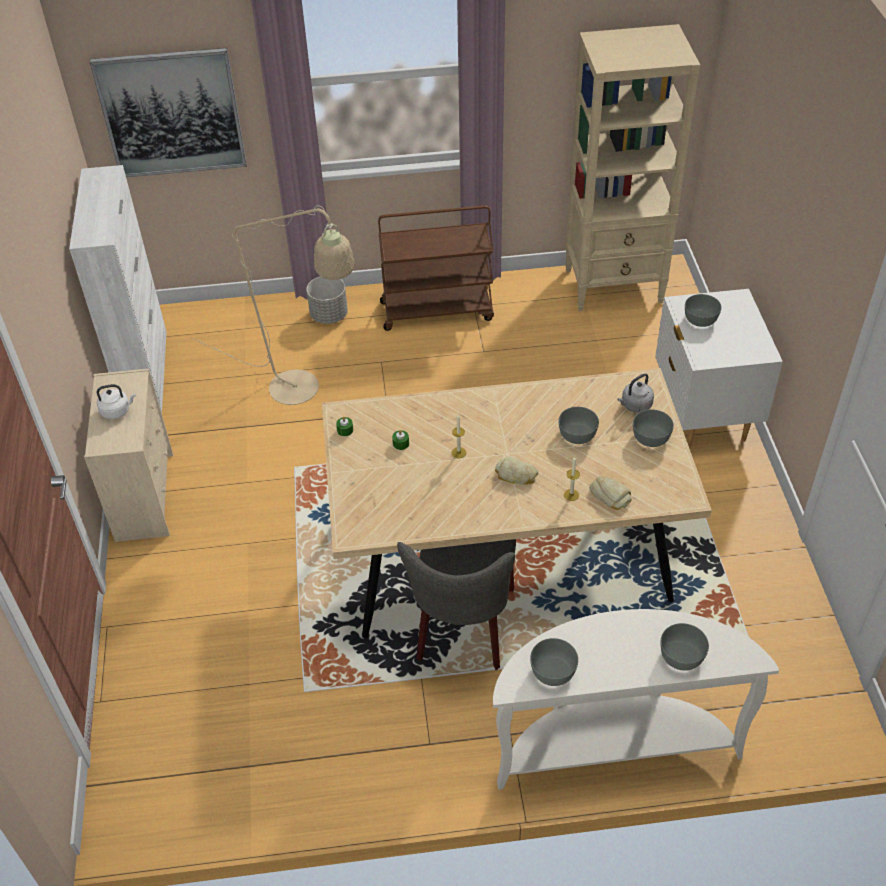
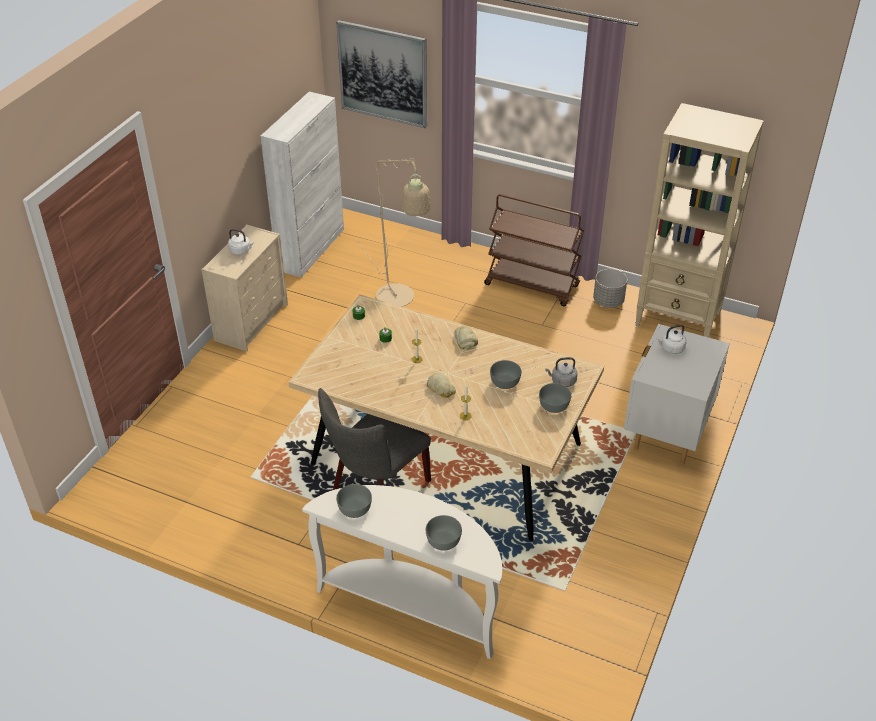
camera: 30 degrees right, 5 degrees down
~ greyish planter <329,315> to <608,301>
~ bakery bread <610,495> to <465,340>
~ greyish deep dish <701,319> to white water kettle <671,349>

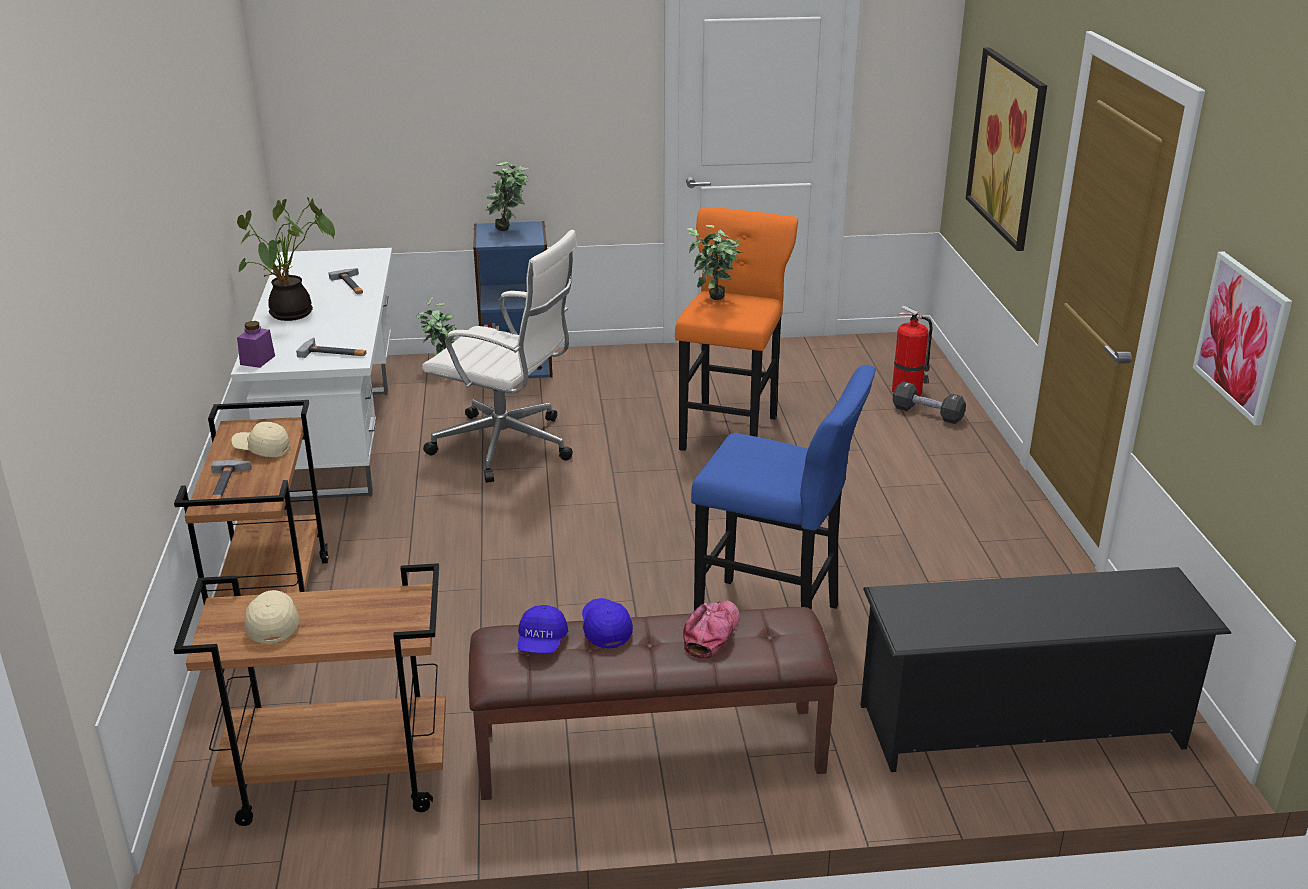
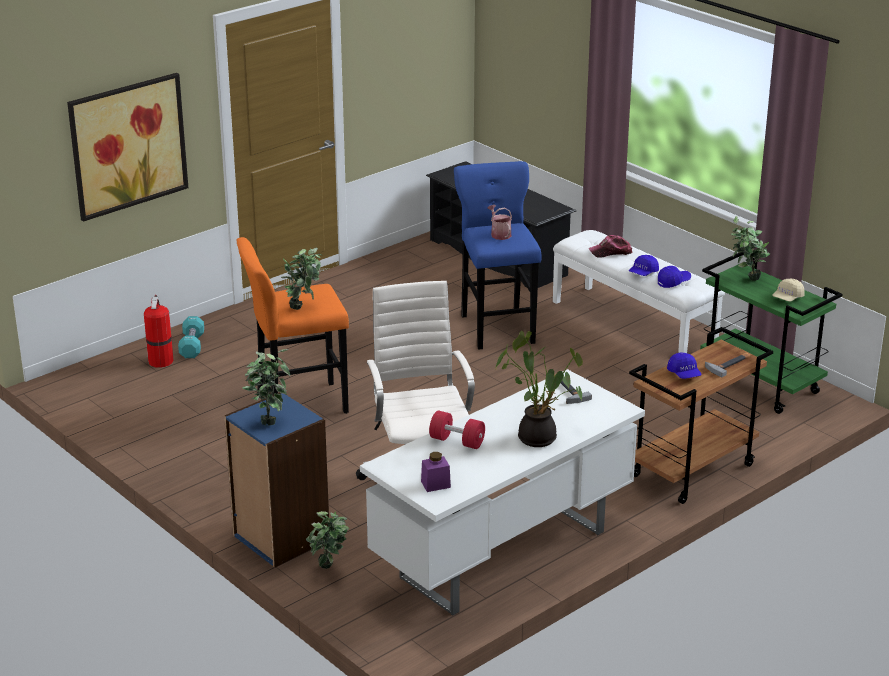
camera: 125 degrees left, 0 degrees up
- picture <1242,336>
+ watering can <499,234>
+ plant in a pot <746,279>
~ purple-coloured storage jar <257,360> to <435,484>
~ tool hammer <352,285> to reddish free weight <457,441>
~ brown-coloured cart <337,780> to greenish cart <761,385>
~ sand-coloured peaked cap <262,449> to blue peaked cap <684,374>
~ brown-coloured indoor bench <650,752> to white indoor bench <634,324>
~ black-coloured free weight <927,414> to turquoise-coloured free weight <192,346>

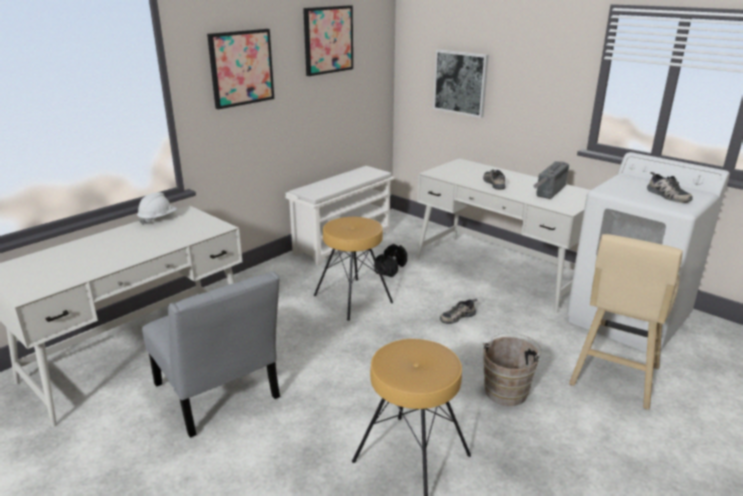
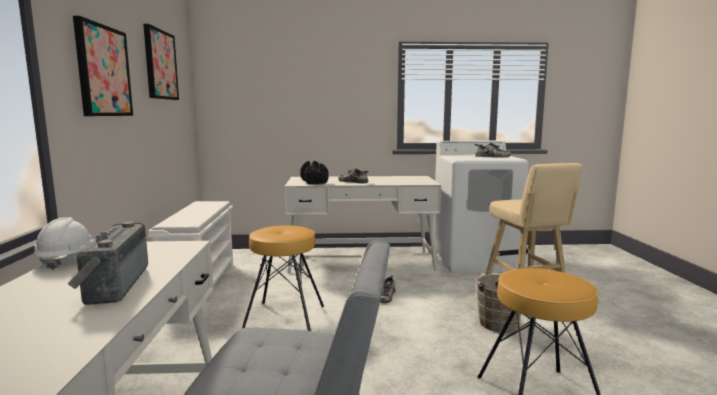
camera: 45 degrees left, 15 degrees down
- picture <460,82>
~ black-coloured free weight <390,268> to <314,181>
~ radio set <548,190> to <112,285>

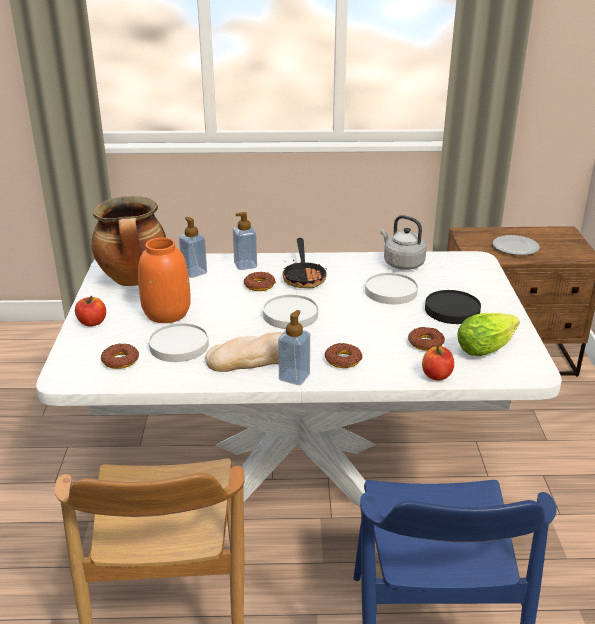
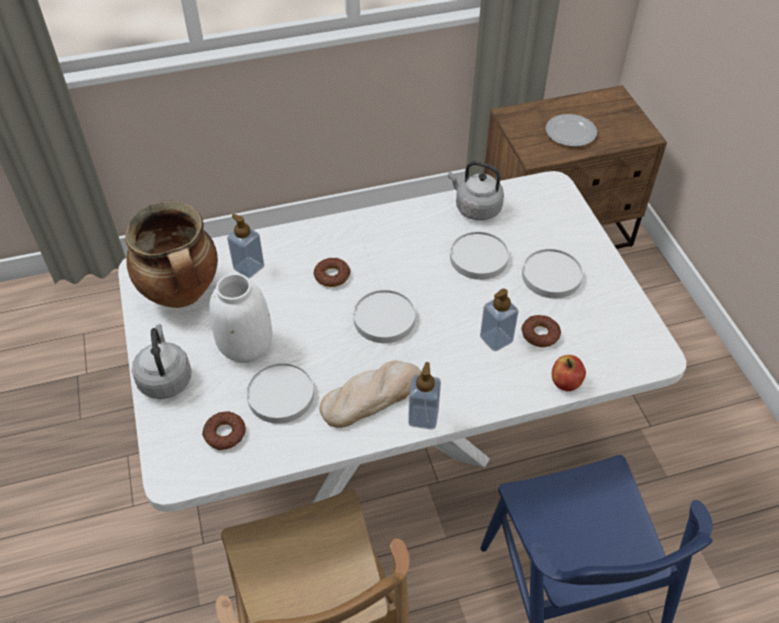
camera: 15 degrees left, 20 degrees up
- frying pan <304,277>
- ring doughnut <343,360>
- lettuce head <488,346>
~ soap bottle <245,265> to <496,339>
~ apple <92,322> to greyish water kettle <165,378>
~ orangey vase <167,314> to white vase <246,345>
~ black-coloured dinner plate <452,310> to white dinner plate <551,275>

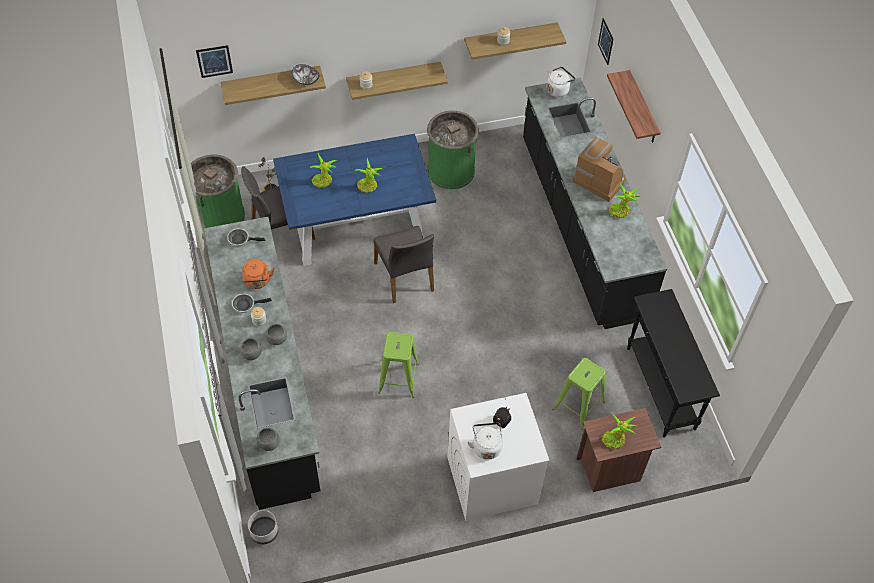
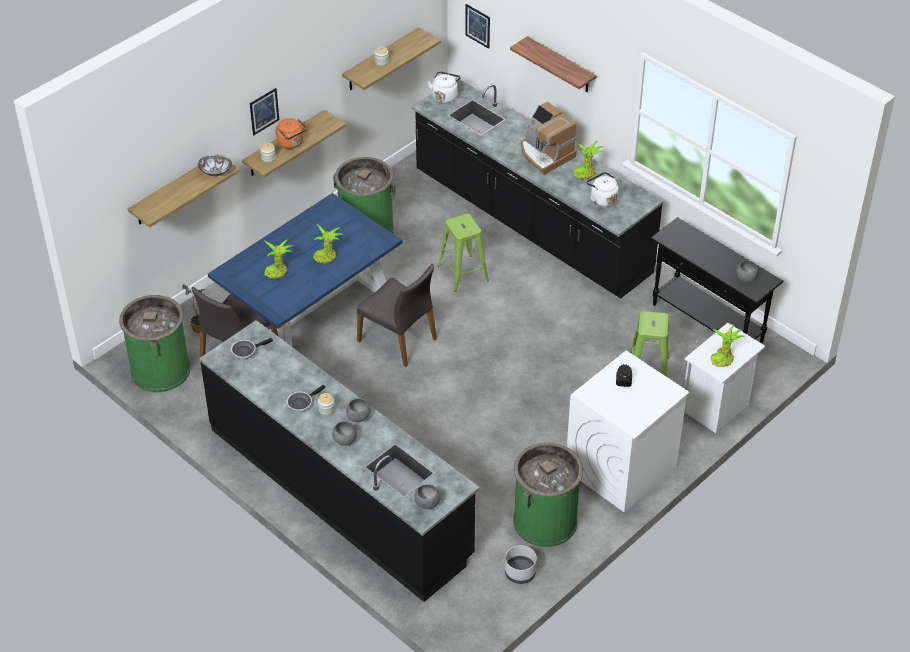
camera: 30 degrees left, 10 degrees down
+ greenish rubbish bin <545,521>
+ greyish deep dish <746,278>
~ picture <214,61> to <264,111>
~ orangey water kettle <257,282> to <291,143>
~ greyish planter <264,532> to <520,573>
~ greenish sitting stool <398,378> to <463,273>
~ white water kettle <486,446> to <602,199>
~ brown-coloured bedside table <609,470> to white bedside table <716,408>
~ coffee maker <599,179> = <545,154> 135 degrees counterclockwise

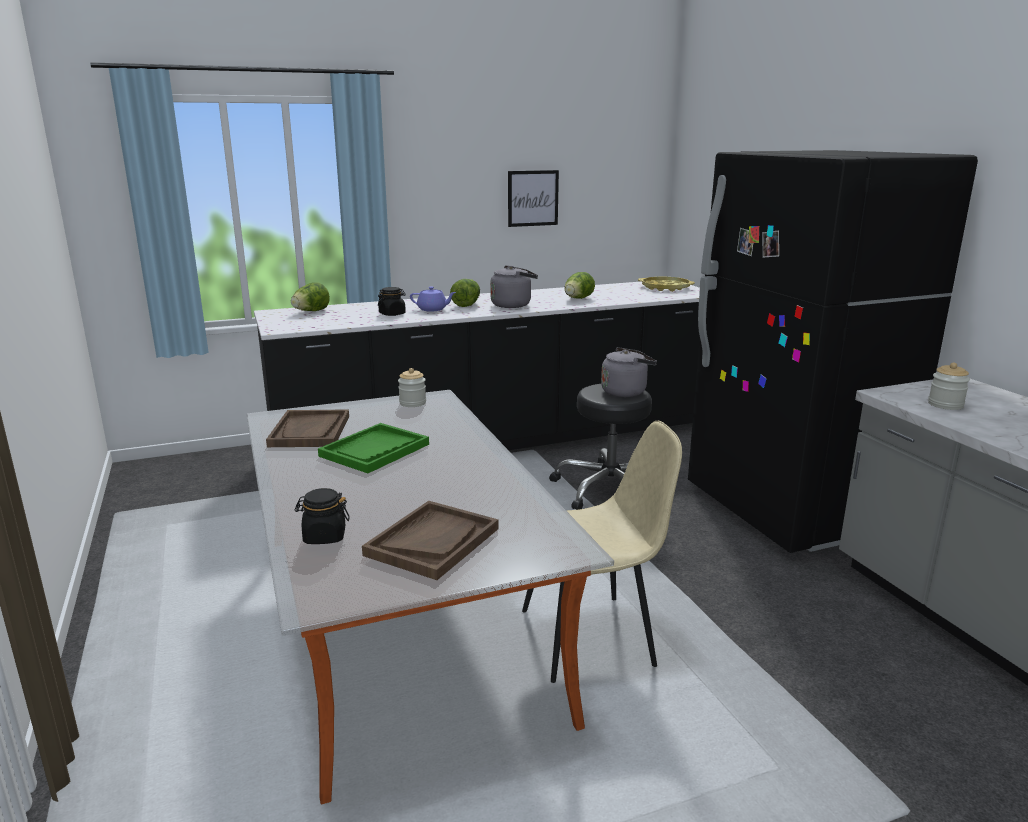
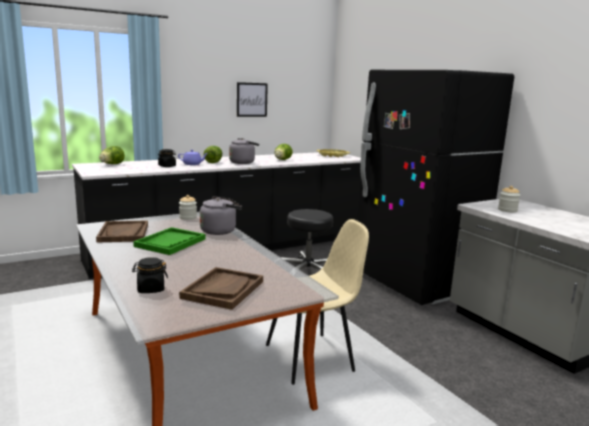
camera: 10 degrees left, 5 degrees down
~ greyish water kettle <626,392> to <220,231>

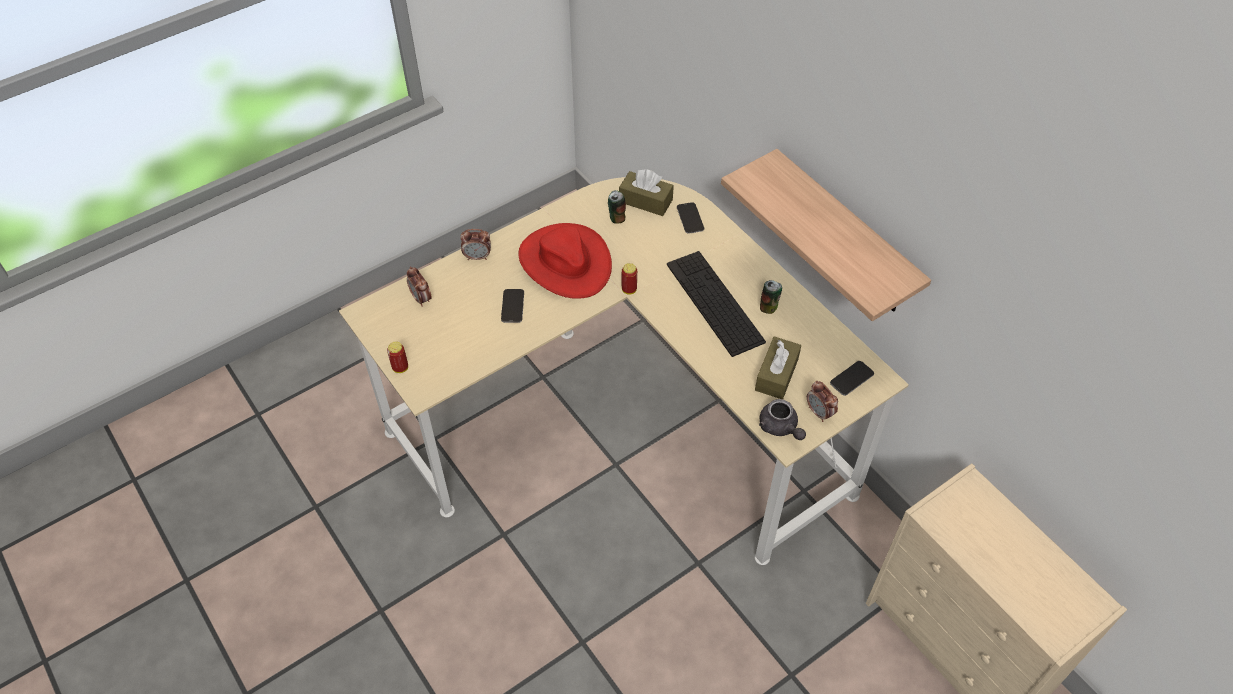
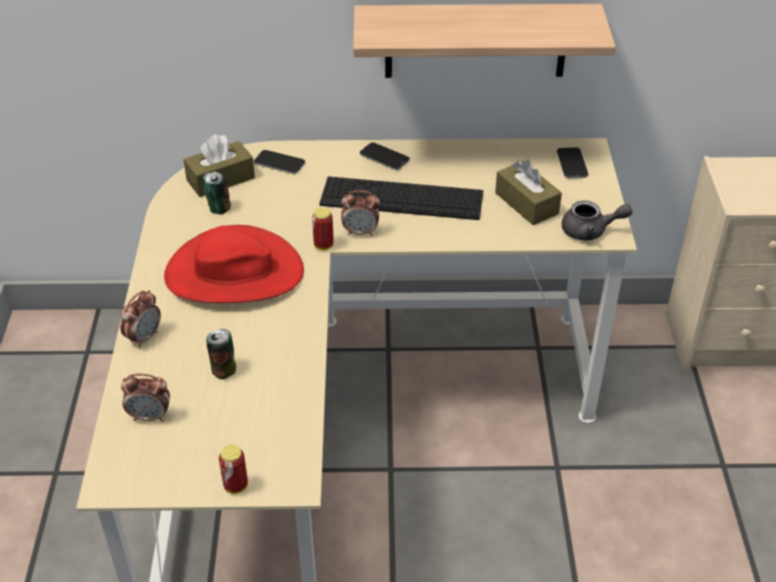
camera: 55 degrees left, 10 degrees down
~ phone <512,306> to <384,157>
~ sealed can <768,307> to <224,369>
~ alarm clock <819,413> to <360,232>

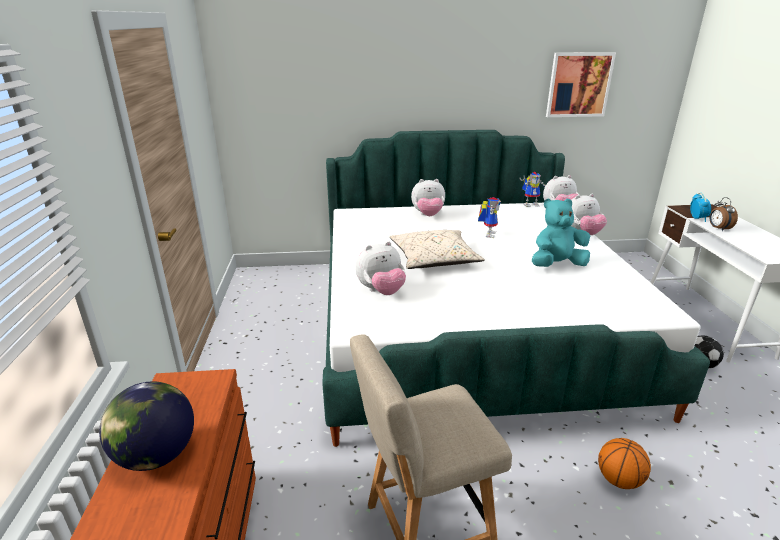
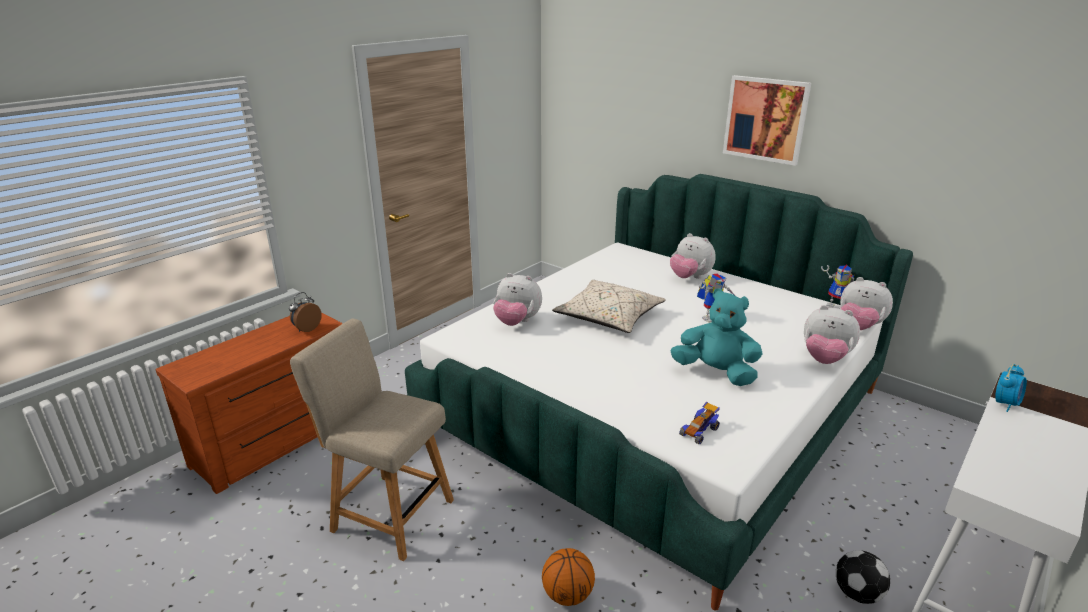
camera: 45 degrees right, 0 degrees up
- desk globe <156,455>
+ toy car <699,431>
~ picture <579,85> to <765,119>
~ alarm clock <718,228> to <306,328>

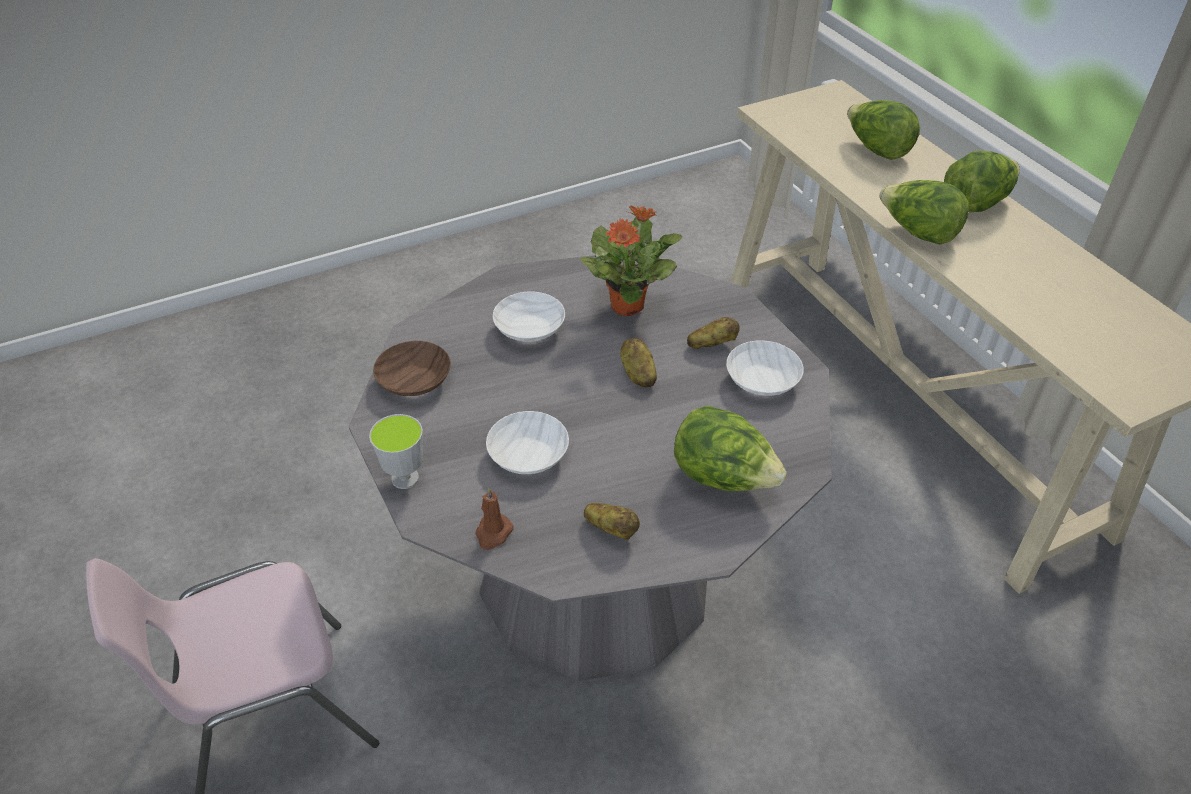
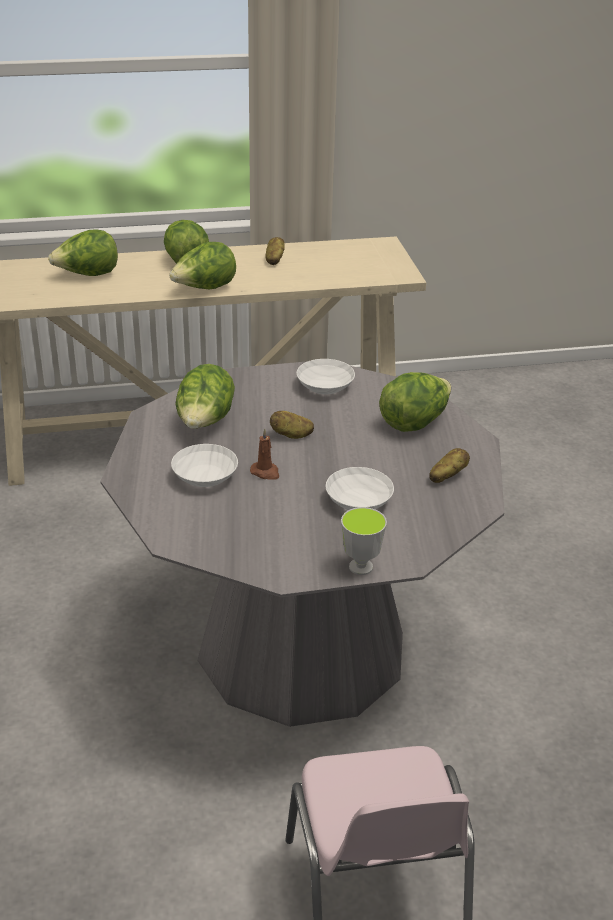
camera: 75 degrees left, 10 degrees down
- brown-coloured deep dish <416,379>
~ brown-coloured wax light <493,533> to <265,472>
~ spud <712,344> to <274,260>
~ plant in a pot <628,305> to lettuce head <205,423>

